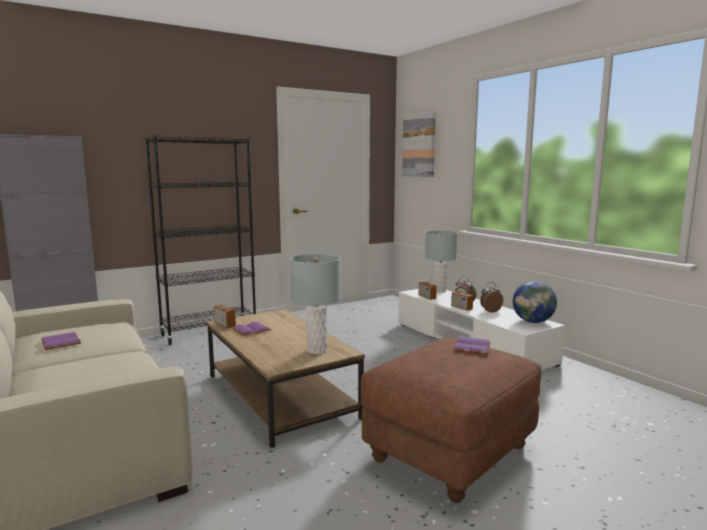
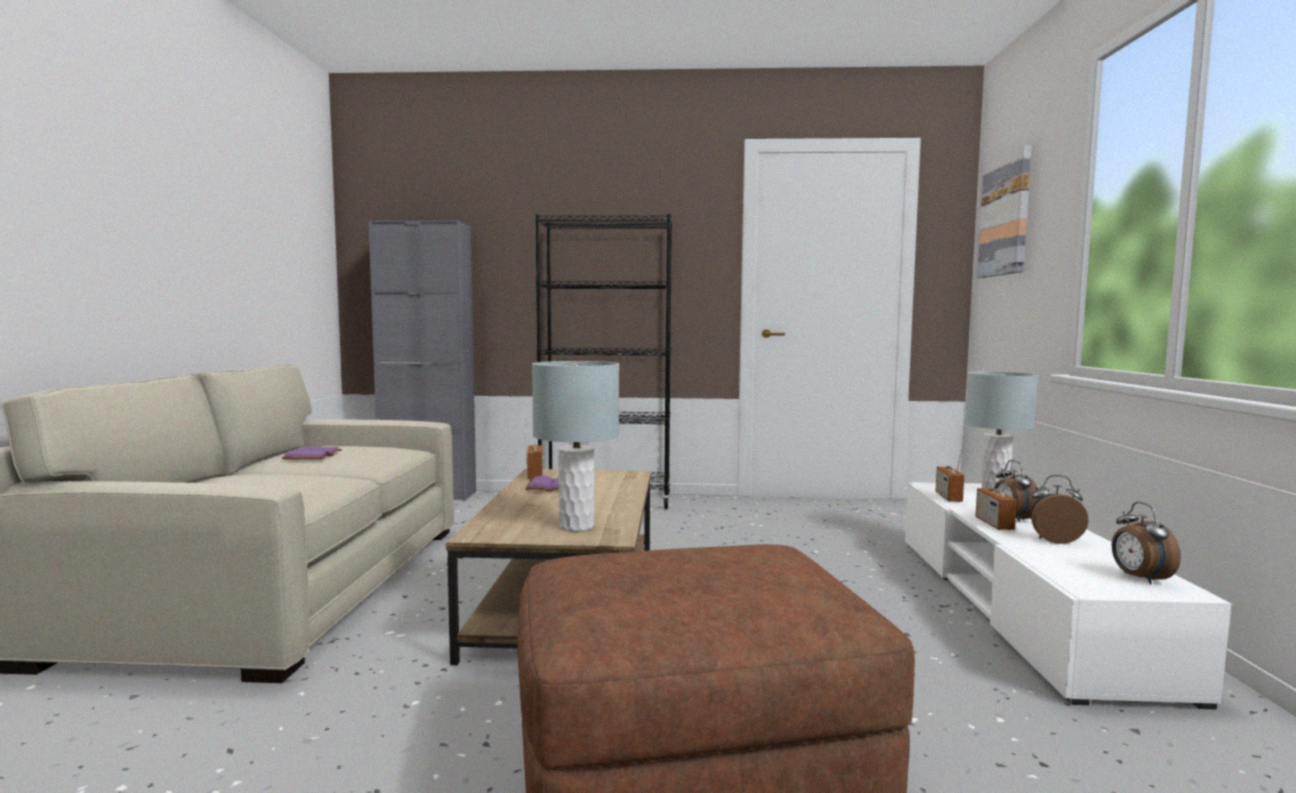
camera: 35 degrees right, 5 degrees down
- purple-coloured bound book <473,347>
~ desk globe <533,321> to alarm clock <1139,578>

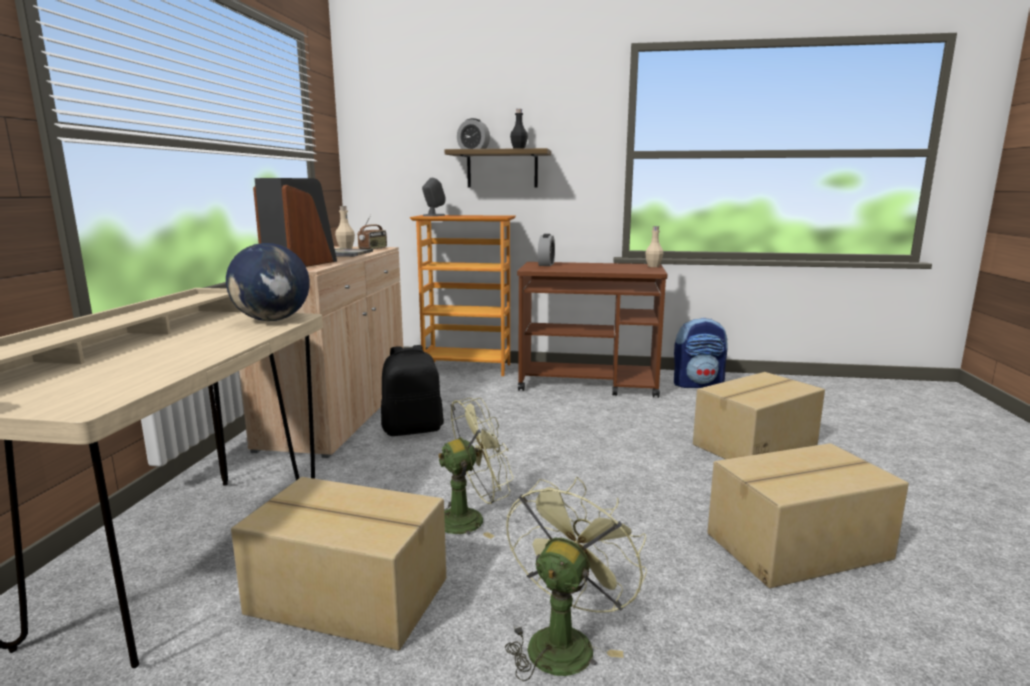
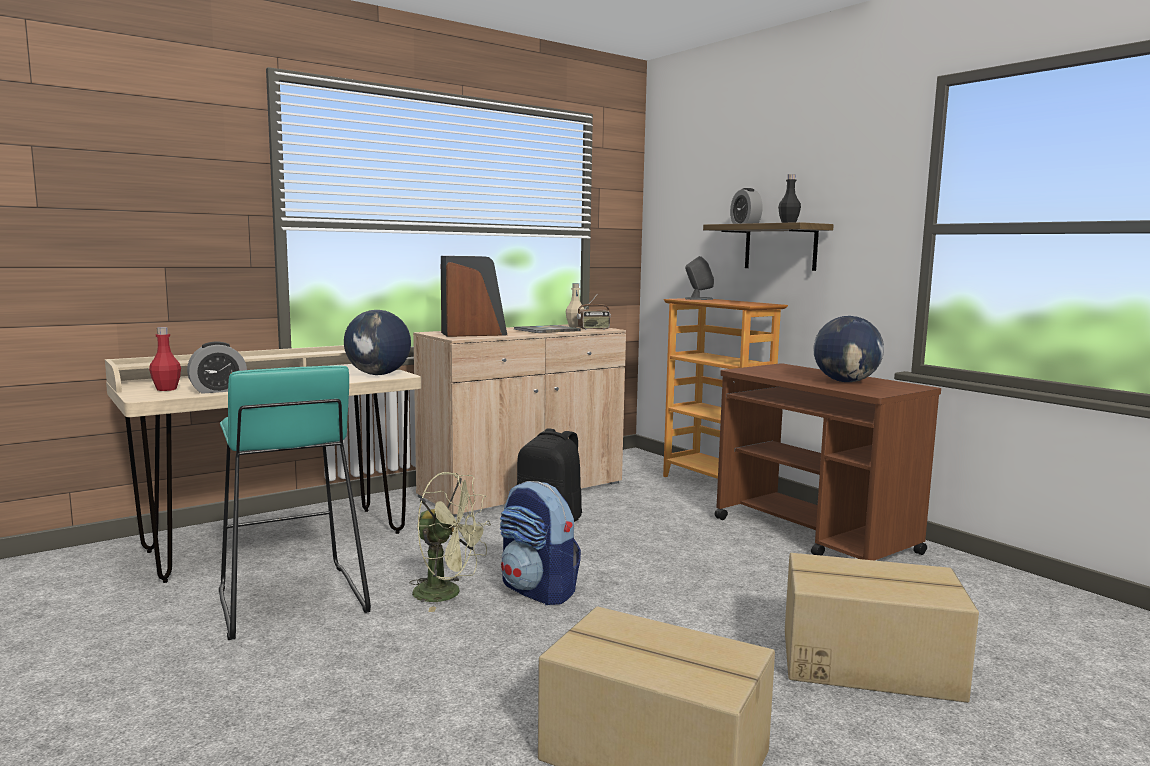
camera: 45 degrees right, 5 degrees down
- greenish fan <564,640>
- sand-coloured drink bottle <653,266>
+ reddish drink bottle <166,389>
+ desk globe <846,381>
~ alarm clock <546,264> to <218,390>
~ rucksack <698,384> to <538,591>
~ cardboard box <348,597> to turquoise-coloured sitting stool <290,601>

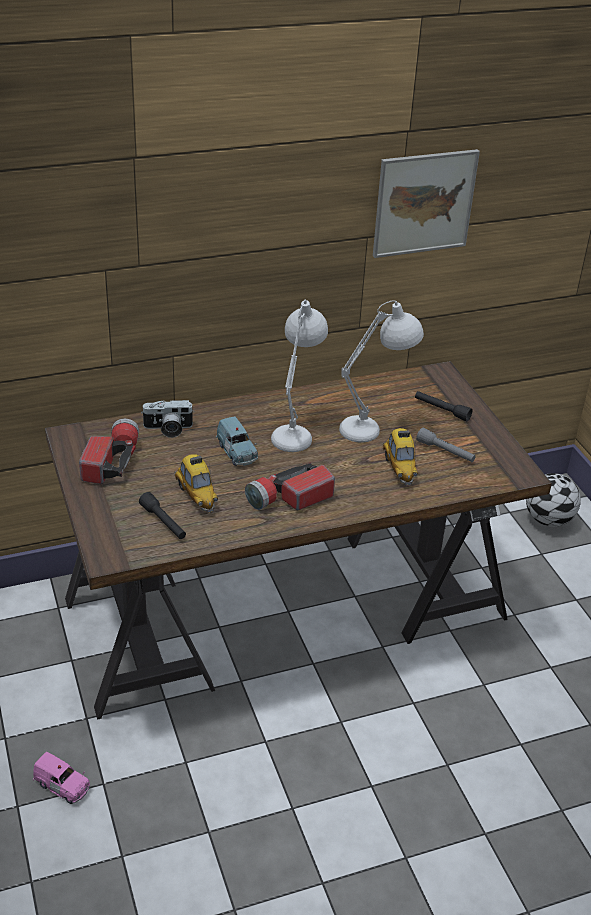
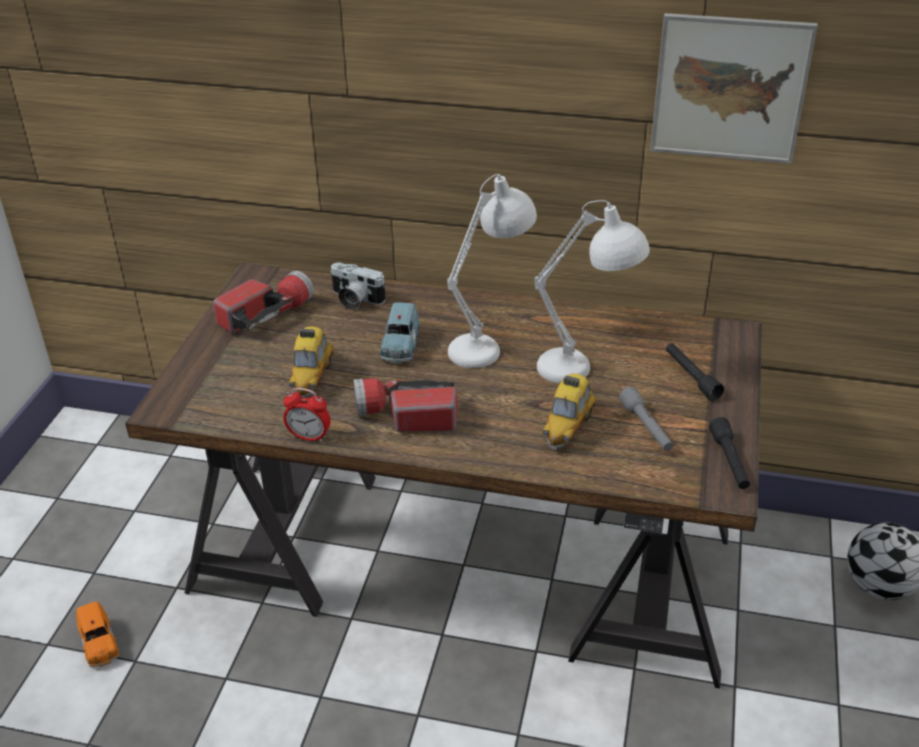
camera: 35 degrees right, 0 degrees up
+ alarm clock <309,437>
~ black-coloured flashlight <163,522> to <729,461>
~ pink-coloured toy car <63,786> to orangey toy car <99,645>

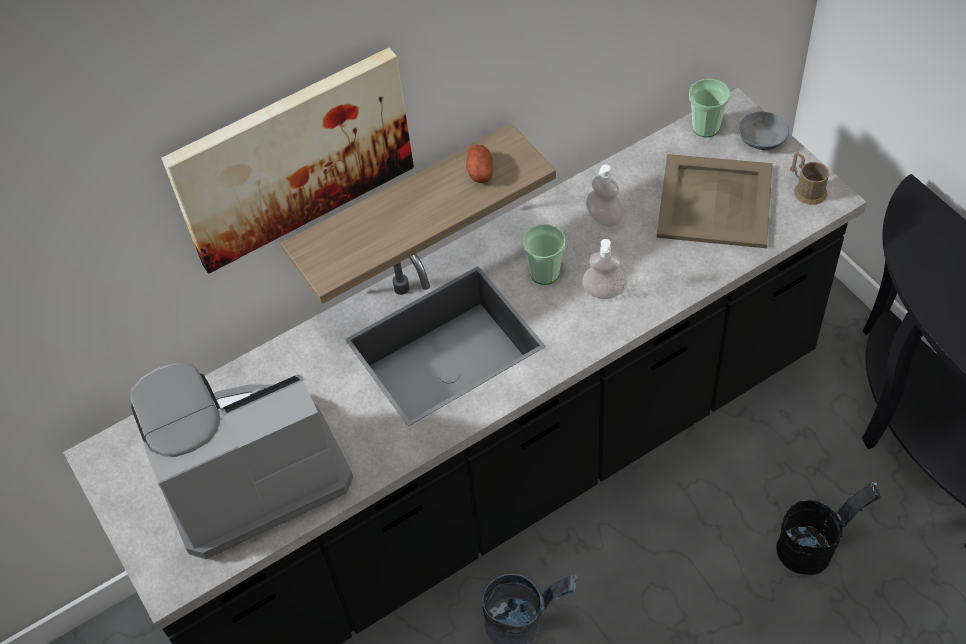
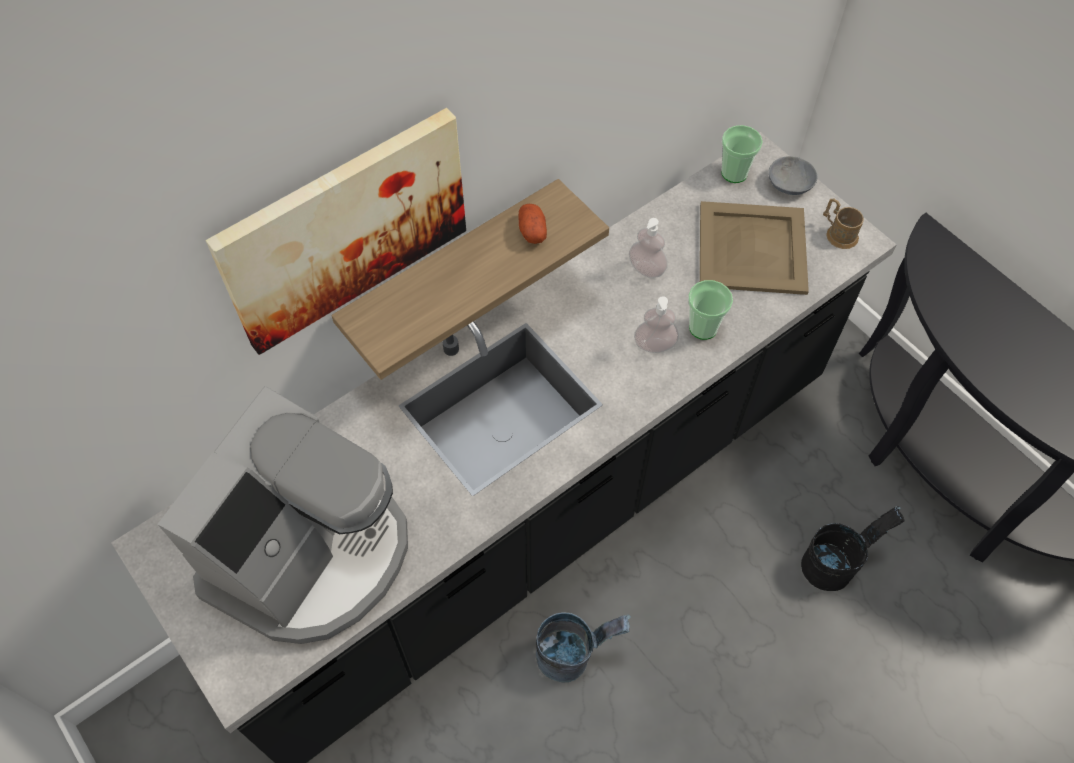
camera: 10 degrees left, 5 degrees up
~ drinking cup <544,273> to <703,327>
~ coffee maker <248,471> = <311,553> 150 degrees clockwise

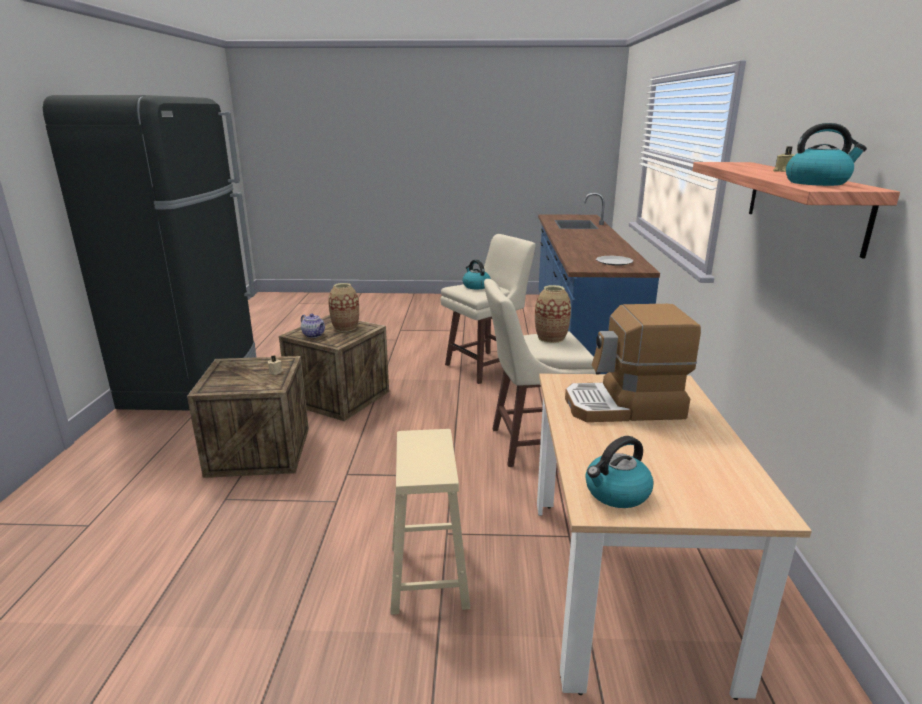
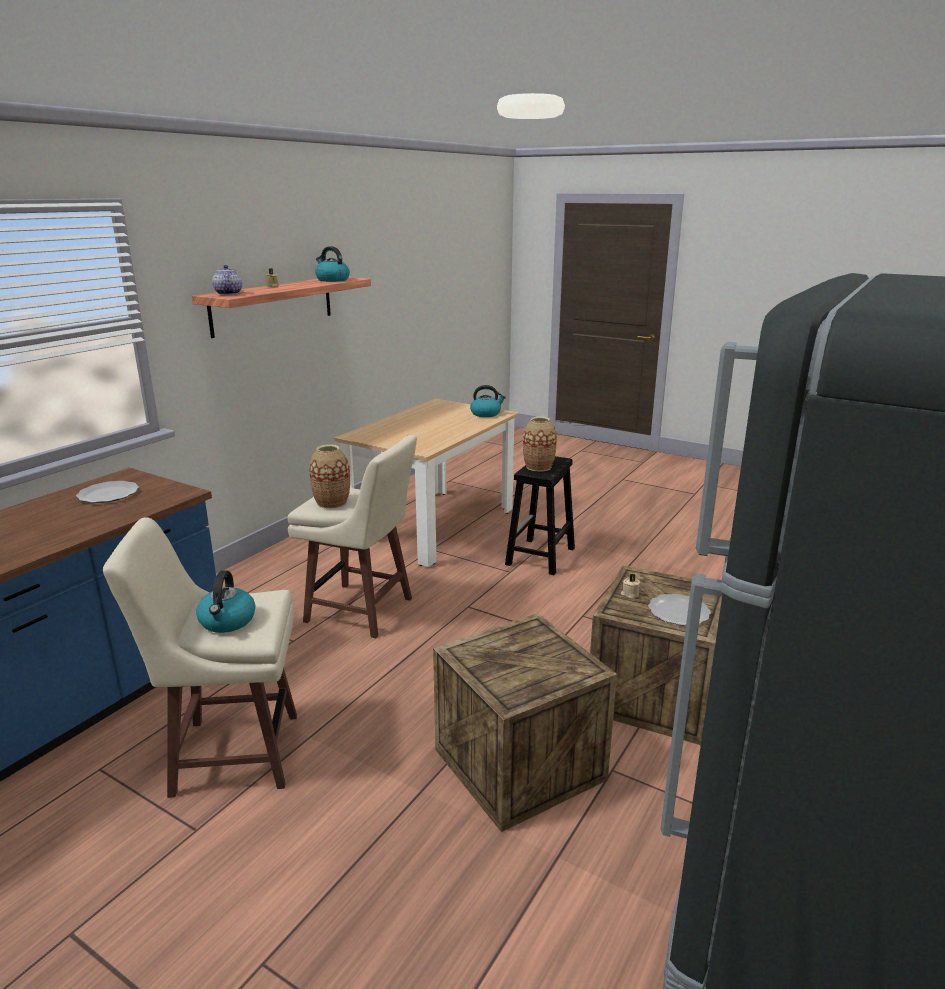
camera: 150 degrees left, 0 degrees up
- coffee maker <624,407>
+ dinner plate <677,612>
~ teapot <314,335> to <228,293>
~ vase <345,327> to <538,467>
~ sand-coloured sitting stool <428,574> to black-coloured sitting stool <540,557>

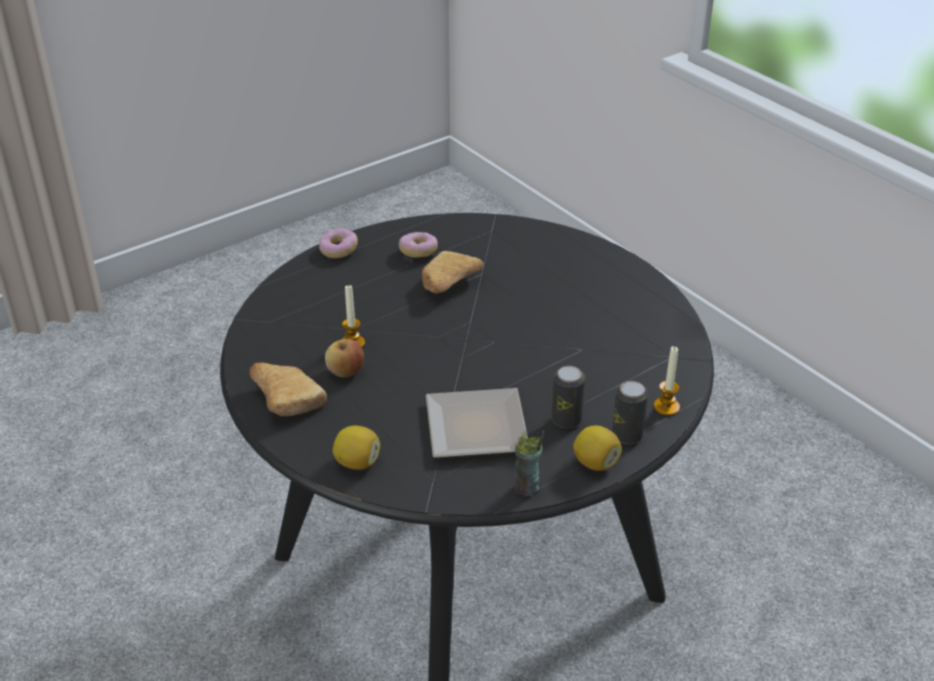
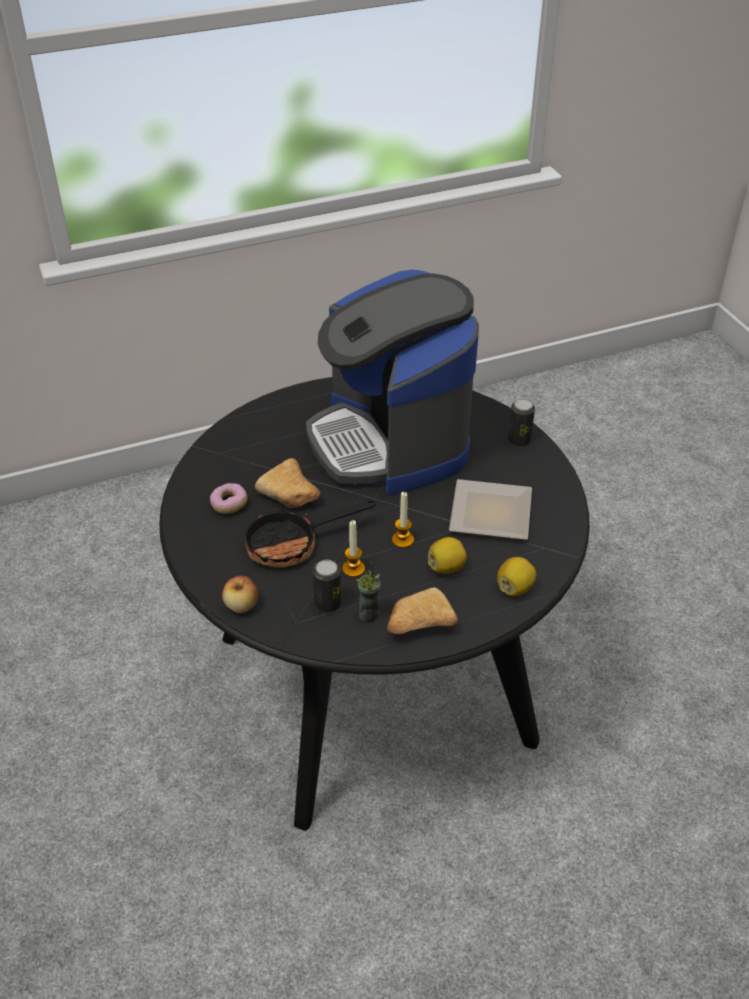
camera: 75 degrees left, 5 degrees up
- ring doughnut <339,251>
+ frying pan <293,544>
+ coffee maker <390,442>
~ apple <345,372> to <241,606>
~ drinking cup <526,488> to <369,614>
~ sealed can <566,420> to <328,604>
~ lemon <595,463> to <446,567>
~ wax light <666,407> to <402,540>

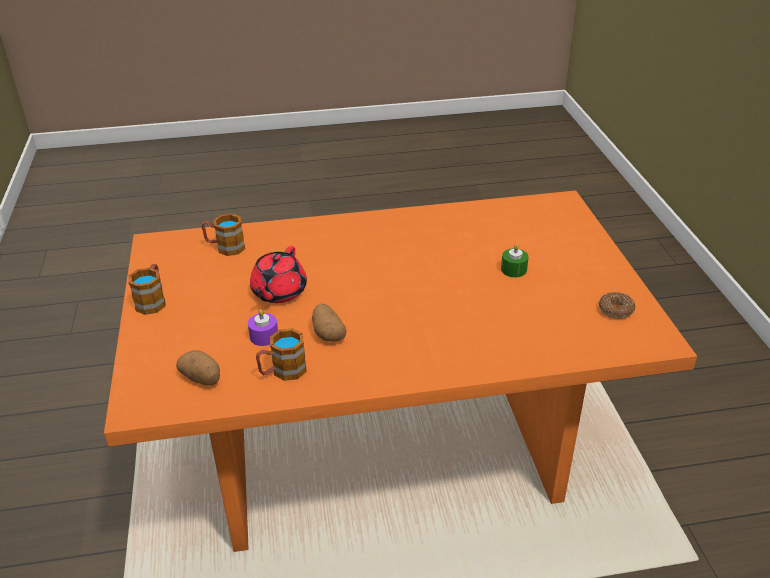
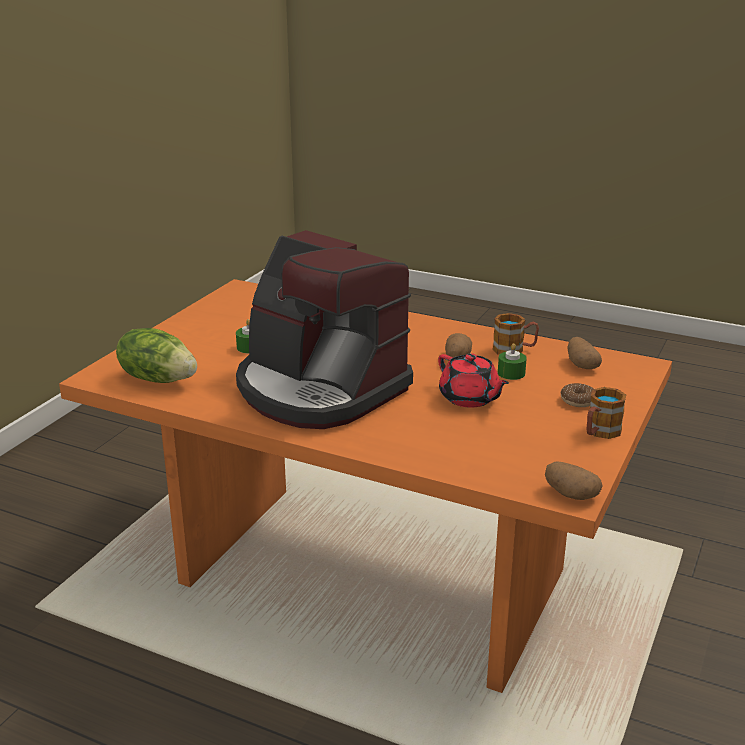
camera: 145 degrees left, 10 degrees down
- mug <225,247>
+ lettuce head <158,378>
+ coffee maker <319,389>
+ spud <570,494>
~ ring doughnut <615,310> to <578,401>
~ purple-coloured wax light <264,336> to greenish wax light <511,373>
~ reddish teapot <278,292> = <470,398> 90 degrees clockwise

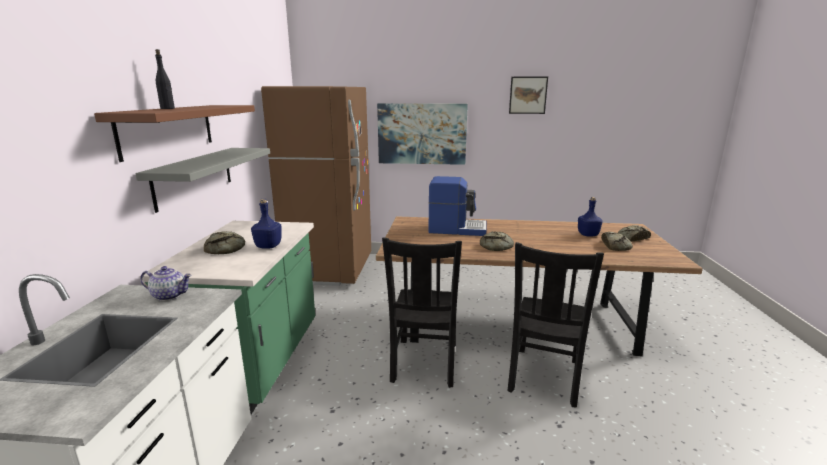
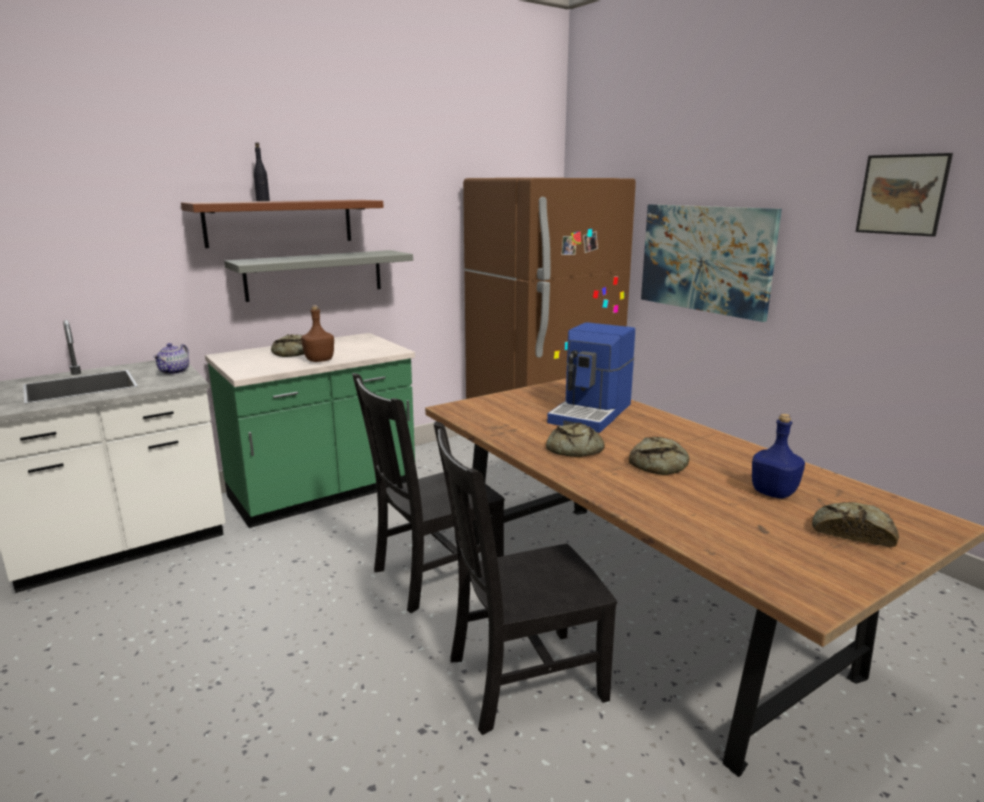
camera: 50 degrees right, 0 degrees up
~ bakery bread <615,246> to <661,464>
~ blue drink bottle <268,246> to brown-coloured drink bottle <320,360>
~ teapot <170,295> = <174,372> 45 degrees clockwise
~ coffee maker <457,229> = <592,413> 60 degrees clockwise

